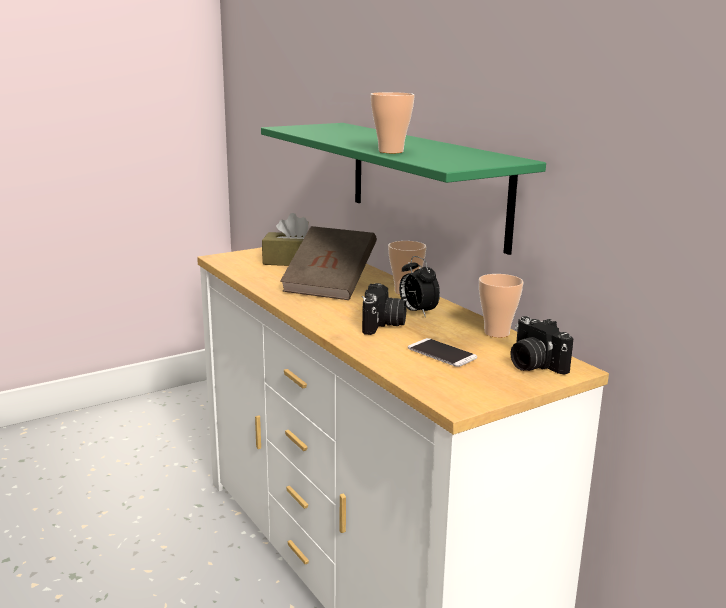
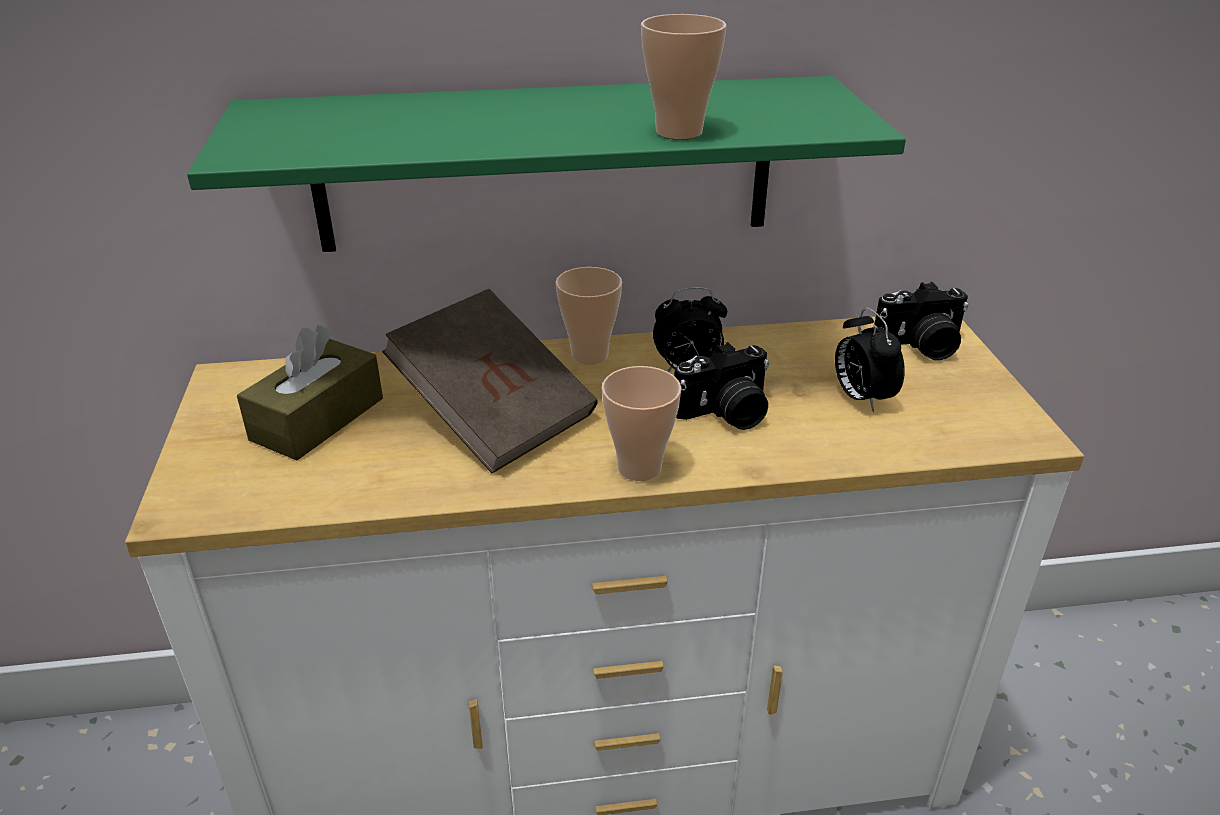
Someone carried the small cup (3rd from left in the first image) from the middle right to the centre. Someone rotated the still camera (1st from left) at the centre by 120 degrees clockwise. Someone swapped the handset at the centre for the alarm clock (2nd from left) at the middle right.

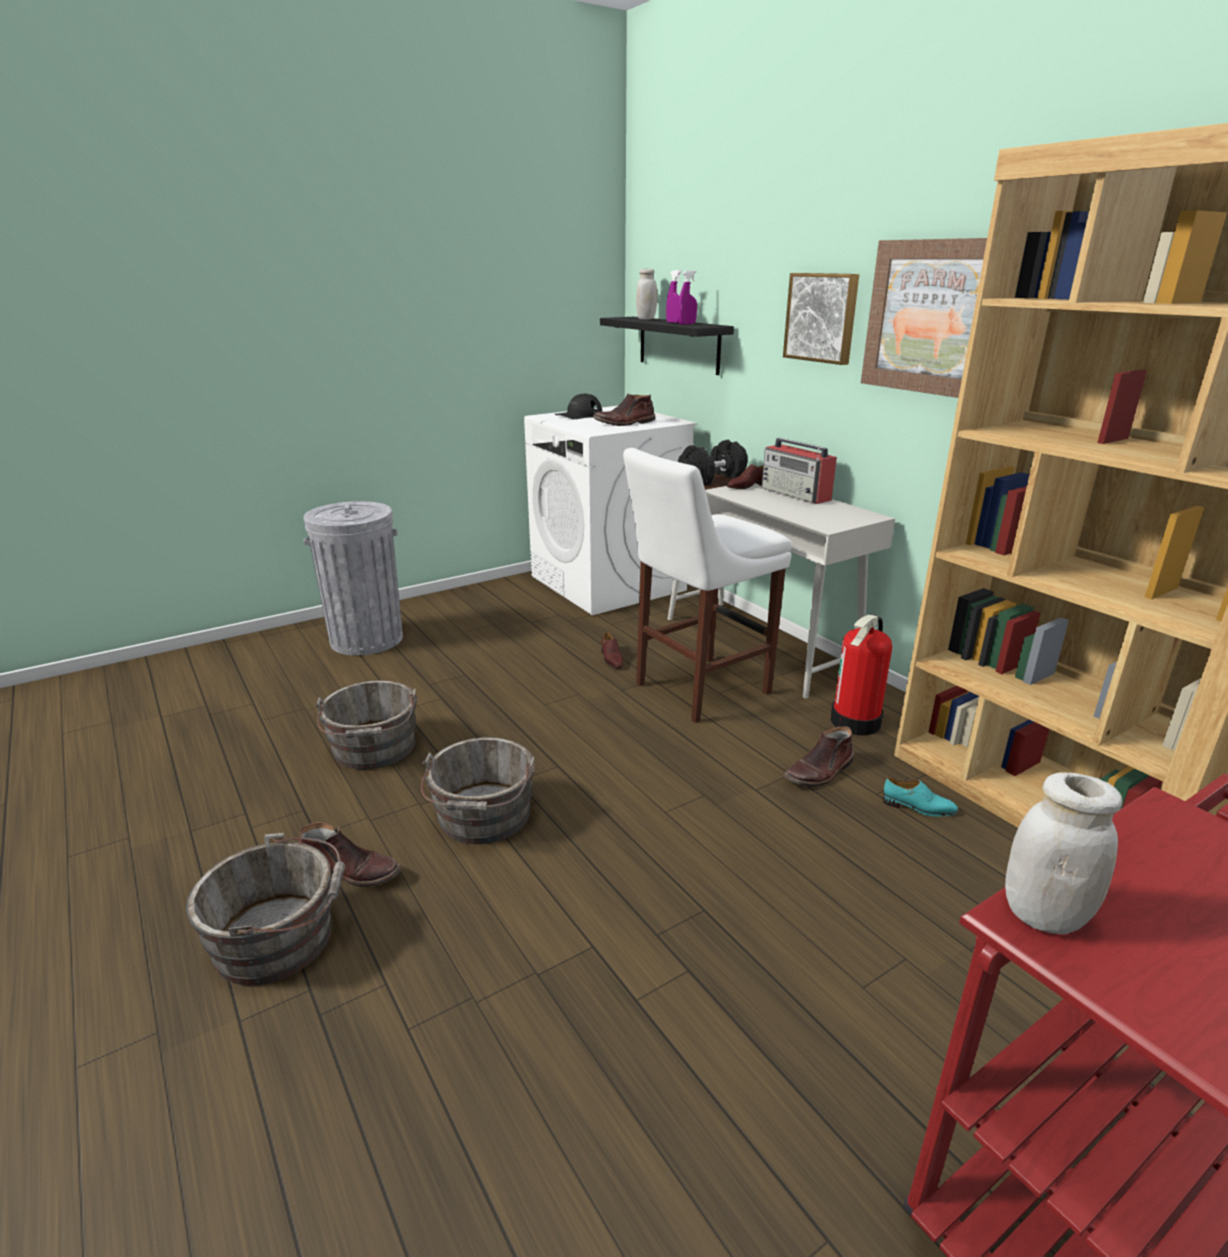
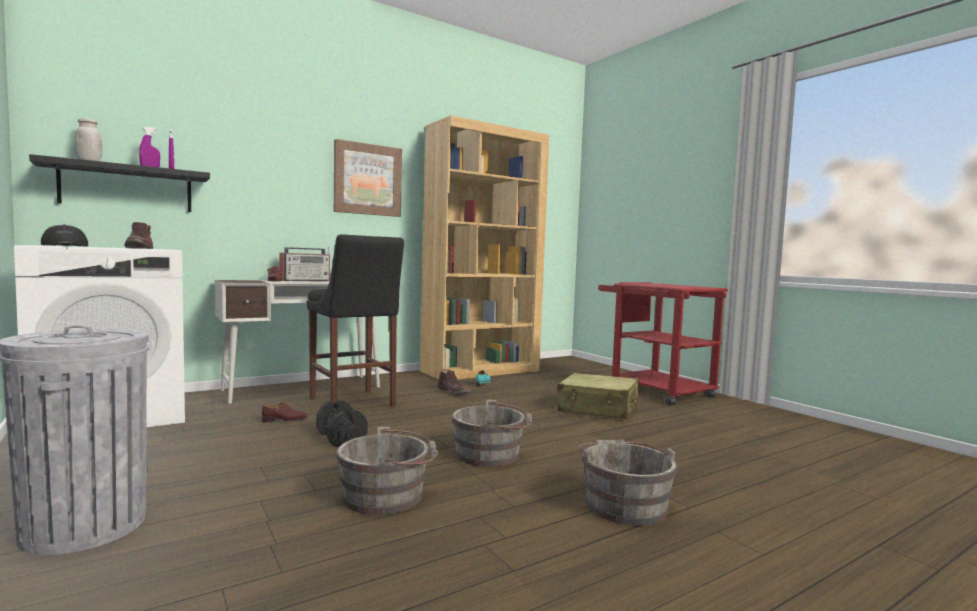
Someone took away the wall picture (1st from left) at the top right. Someone carried the dumbbell in black from the centre to the bottom centre. Someone repainted the stool in whitish at the centre, which became the stool in black at the centre. Someone took away the fire-fighting cylinder at the middle right. Someone took away the storage jar in whitish (2nd from left) at the bottom right. Someone took away the boot in brown-coloured (1st from left) at the bottom left. Someone put down the suitcase in sand-coloured at the centre.

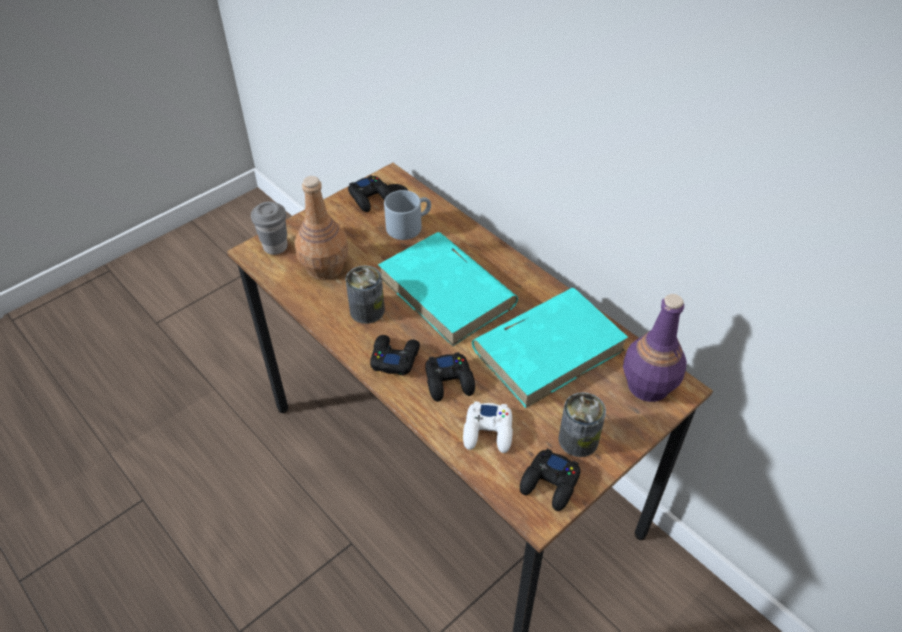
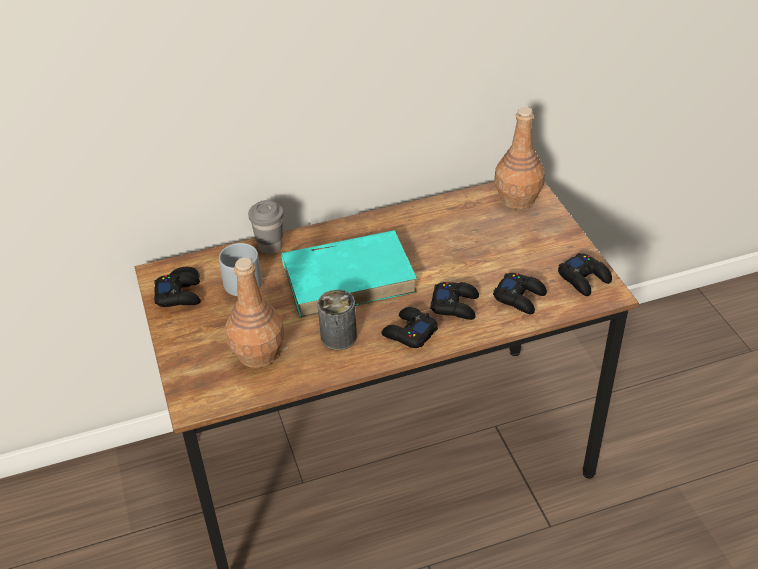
Someone carried the small cup in grey from the middle left to the centre. Someone took away the volume in turquoise-coloured (2nd from left) at the centre. Someone repainted the bottle in purplish at the middle right, which became the bottle in brown-coloured (2nd from left) at the top right. Someone took away the can (2nd from left) at the bottom centre. Someone repainted the joypad in whitish at the bottom centre, which became the joypad in black (4th from left) at the middle right.

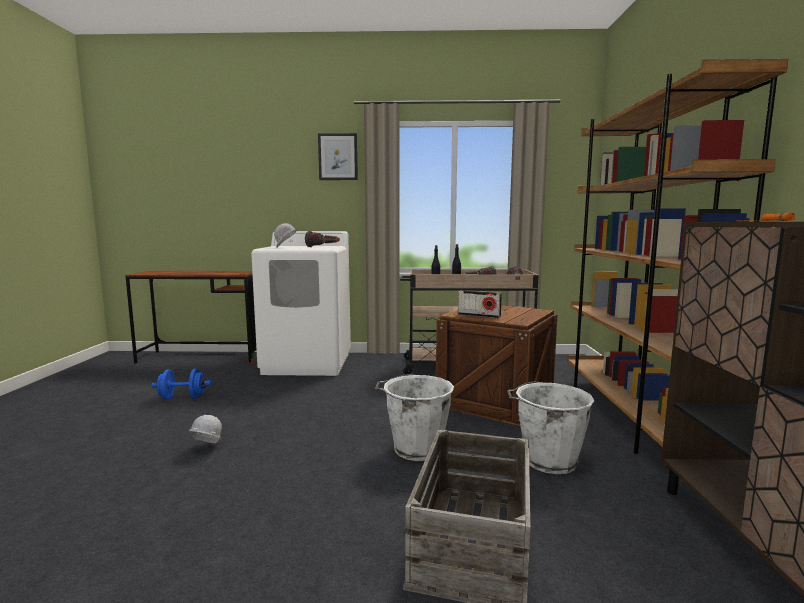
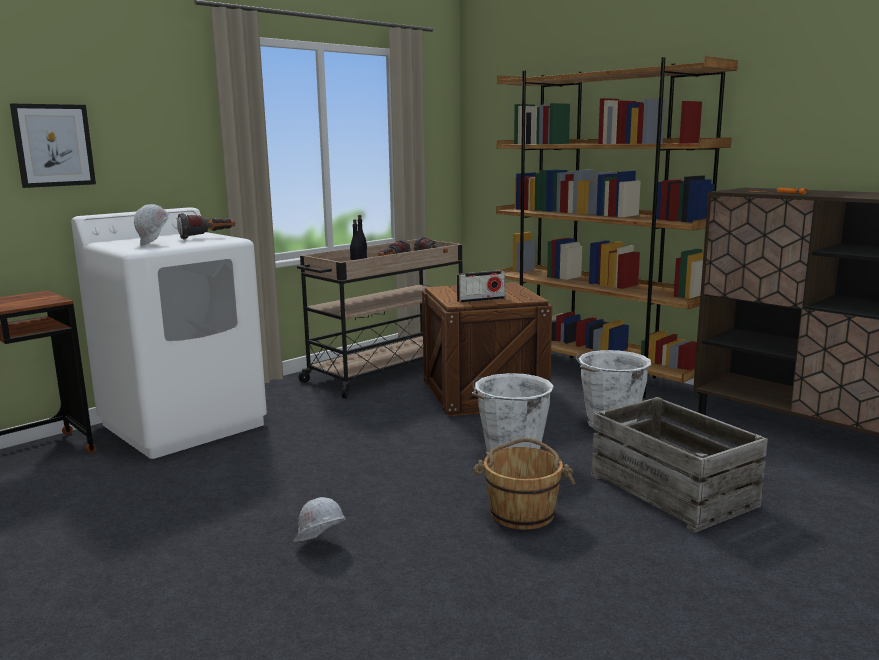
Someone carried the wall picture from the top centre to the top left. Someone took away the dumbbell in blue-coloured at the middle left. Someone put down the bucket in brown-coloured at the bottom centre.

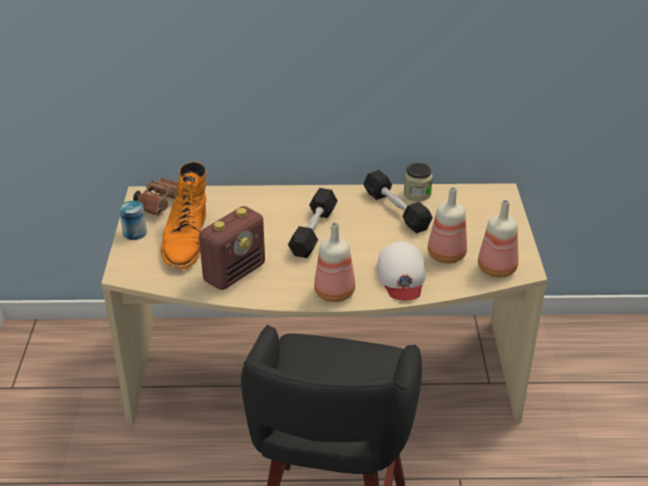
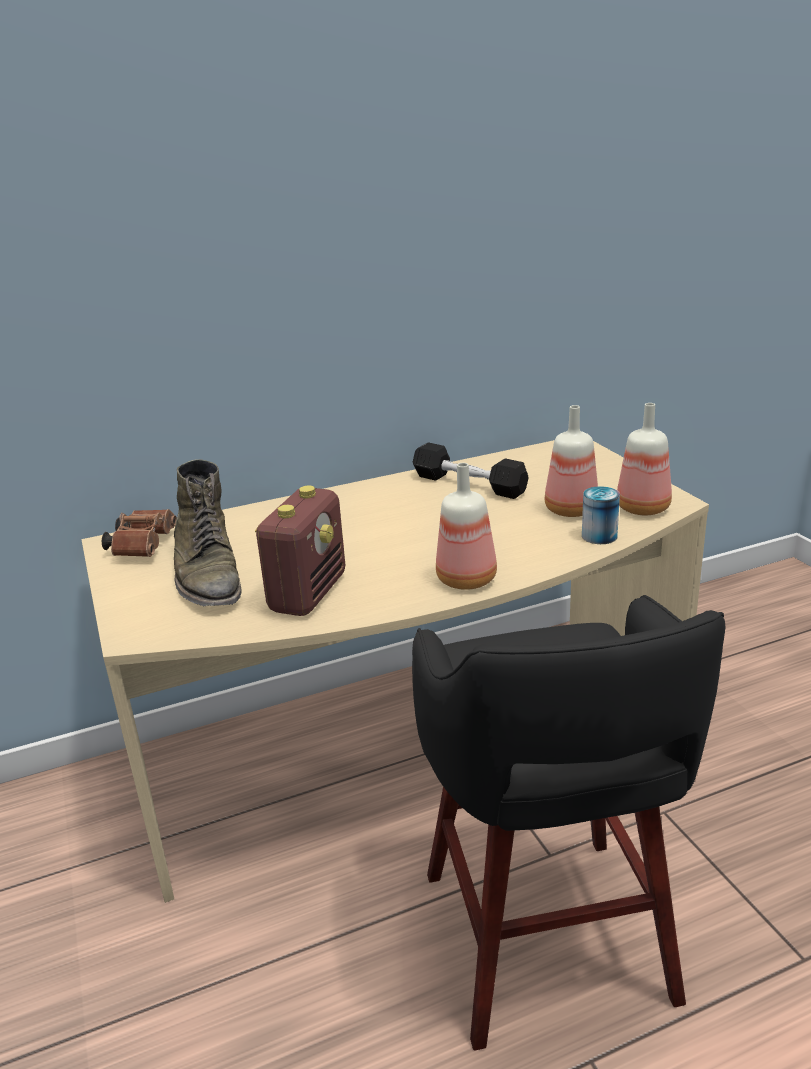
Someone repainted the boot in orangey at the middle left, which became the boot in green-coloured at the middle left. Someone took away the storage jar at the centre. Someone took away the dumbbell in black (1st from left) at the centre. Someone carried the can from the middle left to the middle right. Someone took away the cap in whitish at the centre.

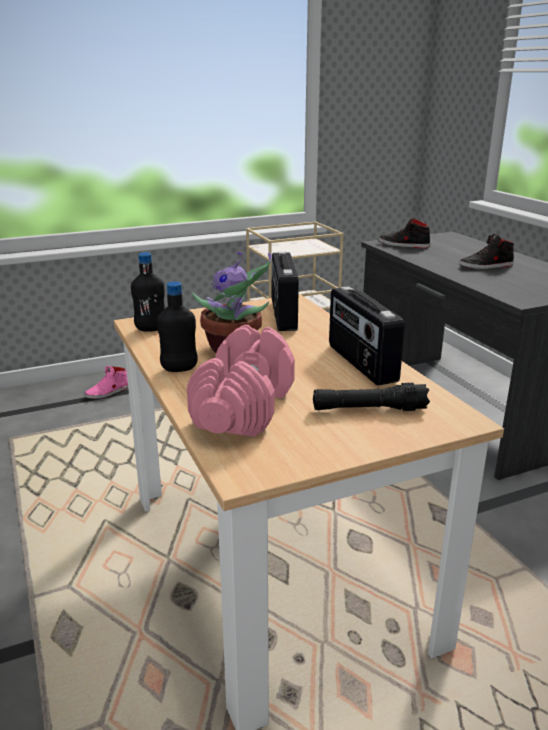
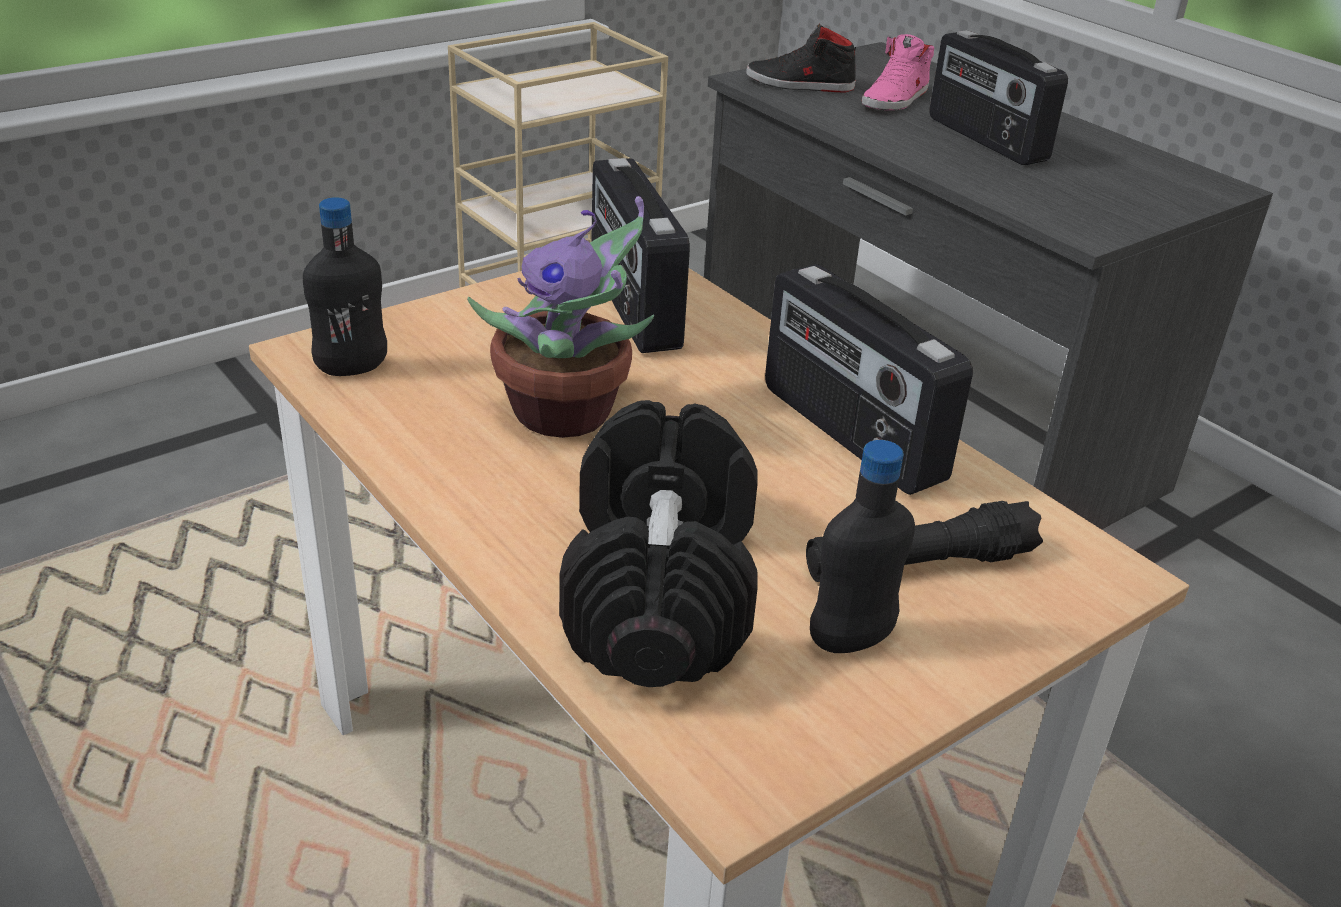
Someone swapped the item of footwear in black (2nd from left) at the middle right for the radio set (3rd from left) at the top right. Someone carried the bottle in black (2nd from left) from the middle left to the centre. Someone repainted the dumbbell in pink at the centre, which became the dumbbell in black at the centre. Someone carried the item of footwear in pink from the middle left to the top right.

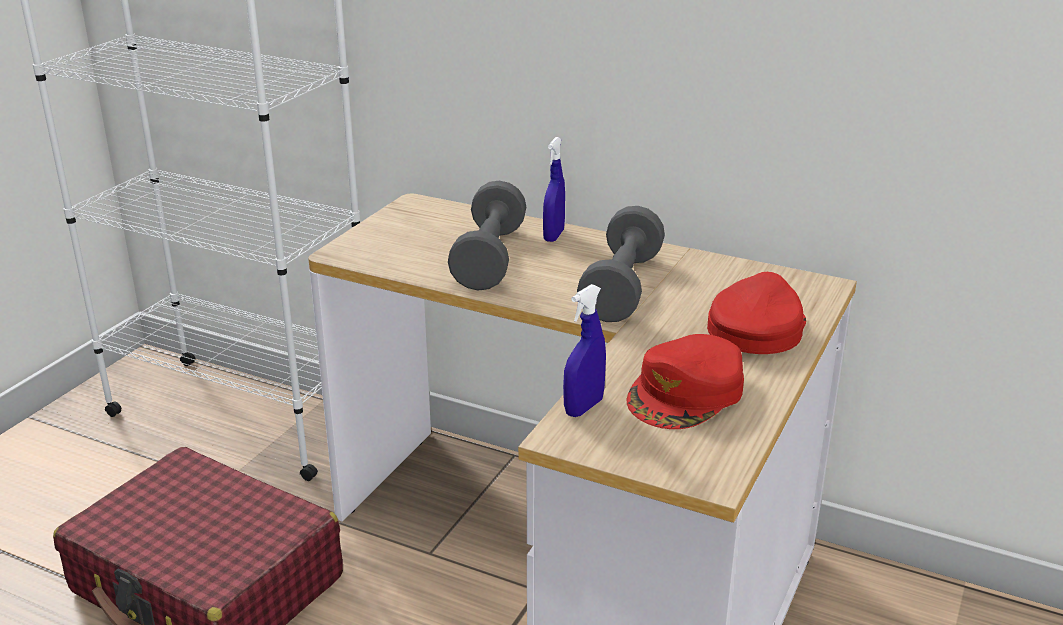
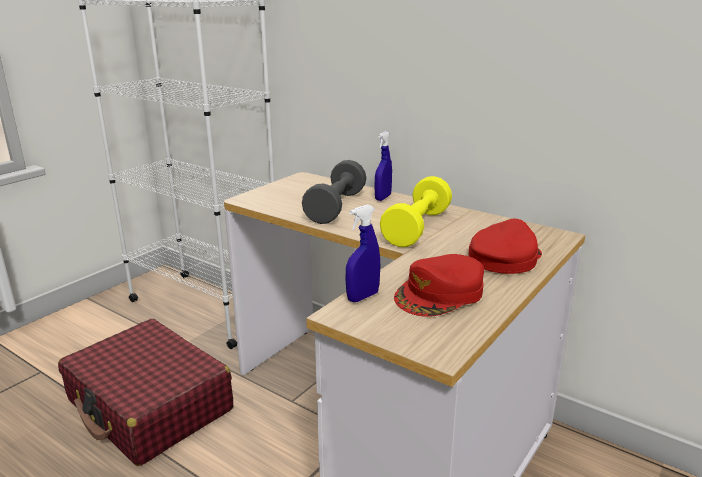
Someone repainted the dumbbell in grey (2nd from left) at the centre, which became the dumbbell in yellowish at the centre.

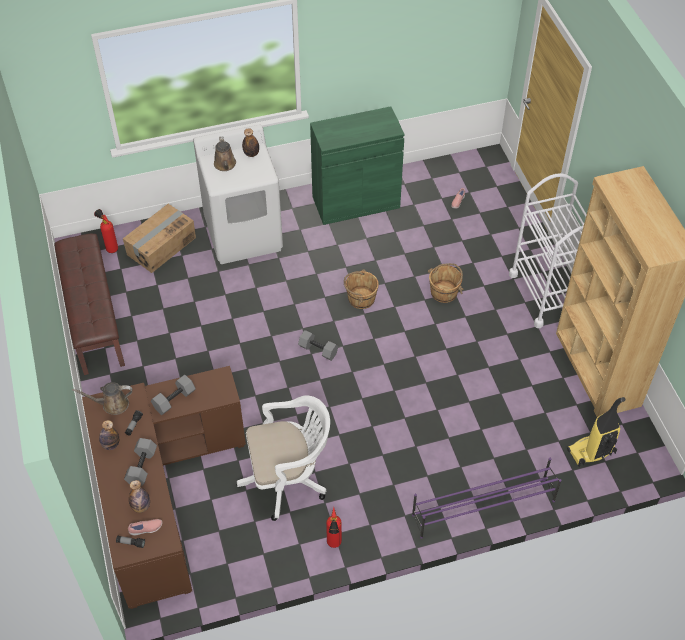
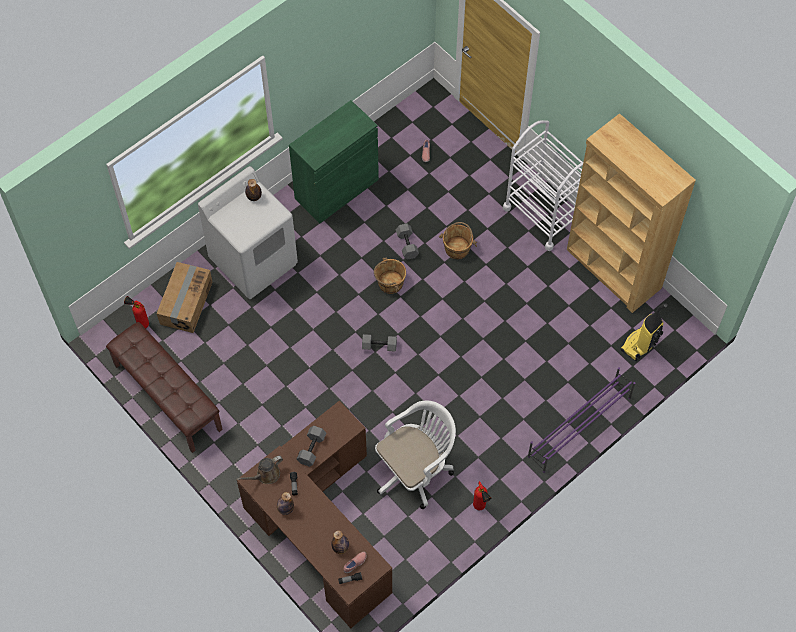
Someone took away the sprinkling can in brown-coloured (2nd from left) at the top left. Someone carried the dumbbell in grey (1st from left in the first image) from the bottom left to the centre.

